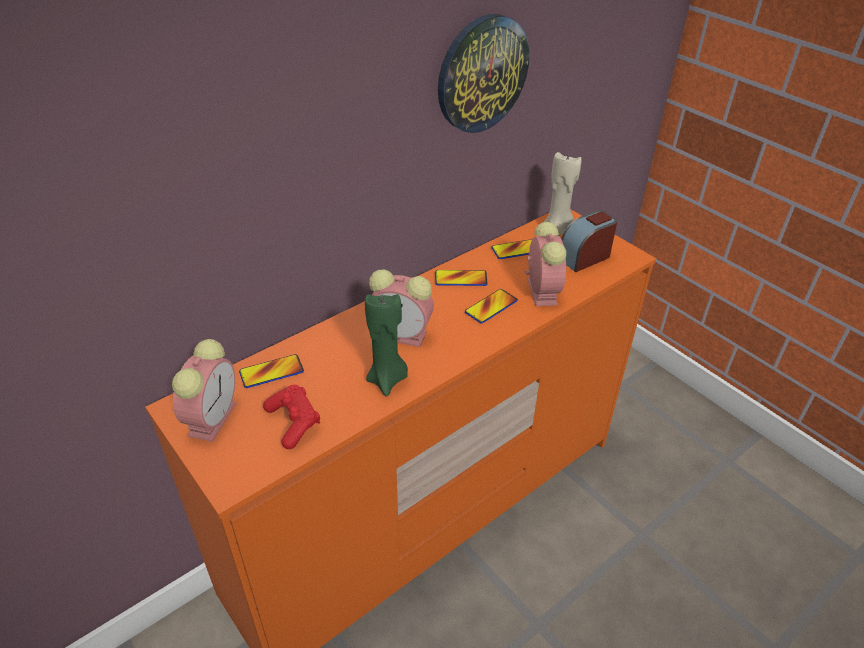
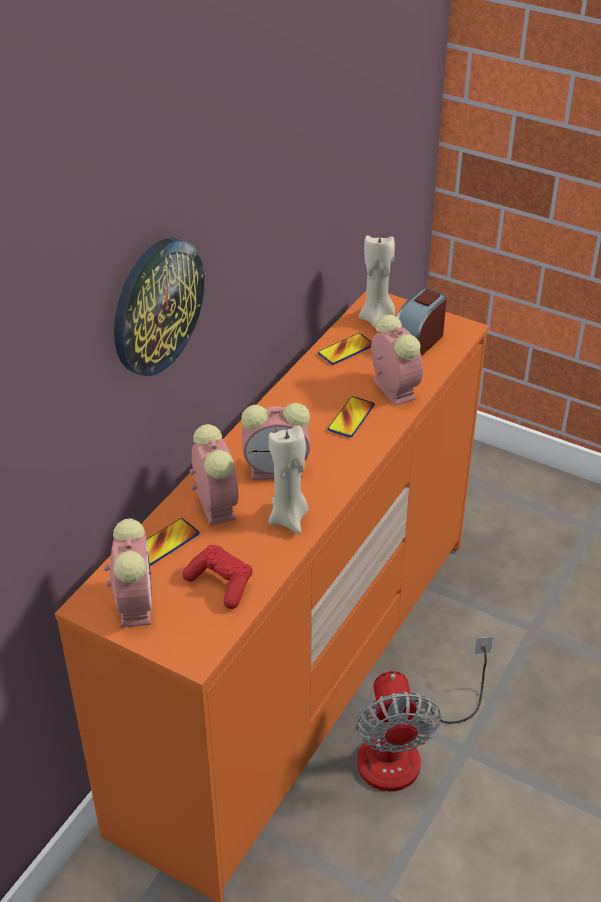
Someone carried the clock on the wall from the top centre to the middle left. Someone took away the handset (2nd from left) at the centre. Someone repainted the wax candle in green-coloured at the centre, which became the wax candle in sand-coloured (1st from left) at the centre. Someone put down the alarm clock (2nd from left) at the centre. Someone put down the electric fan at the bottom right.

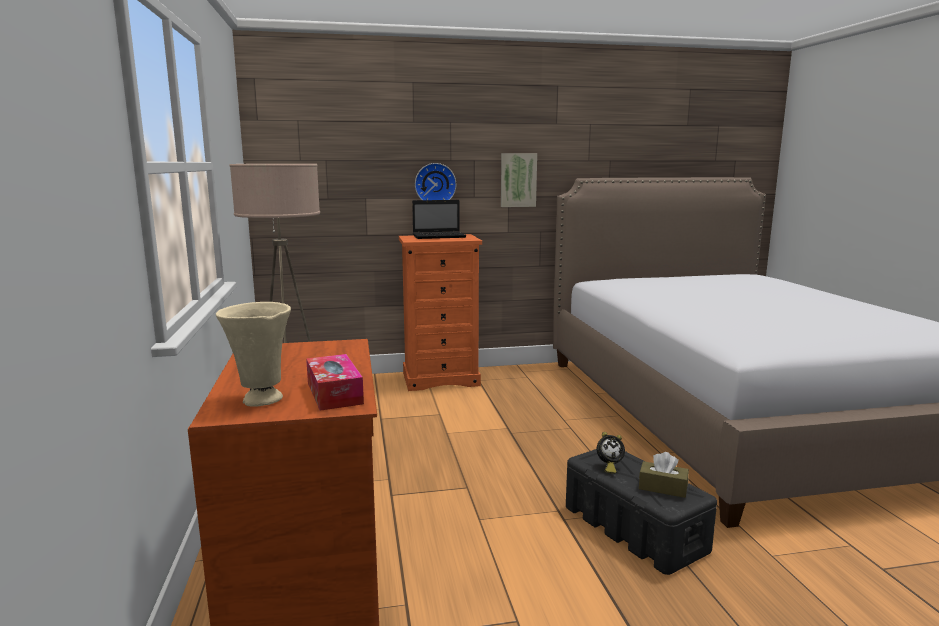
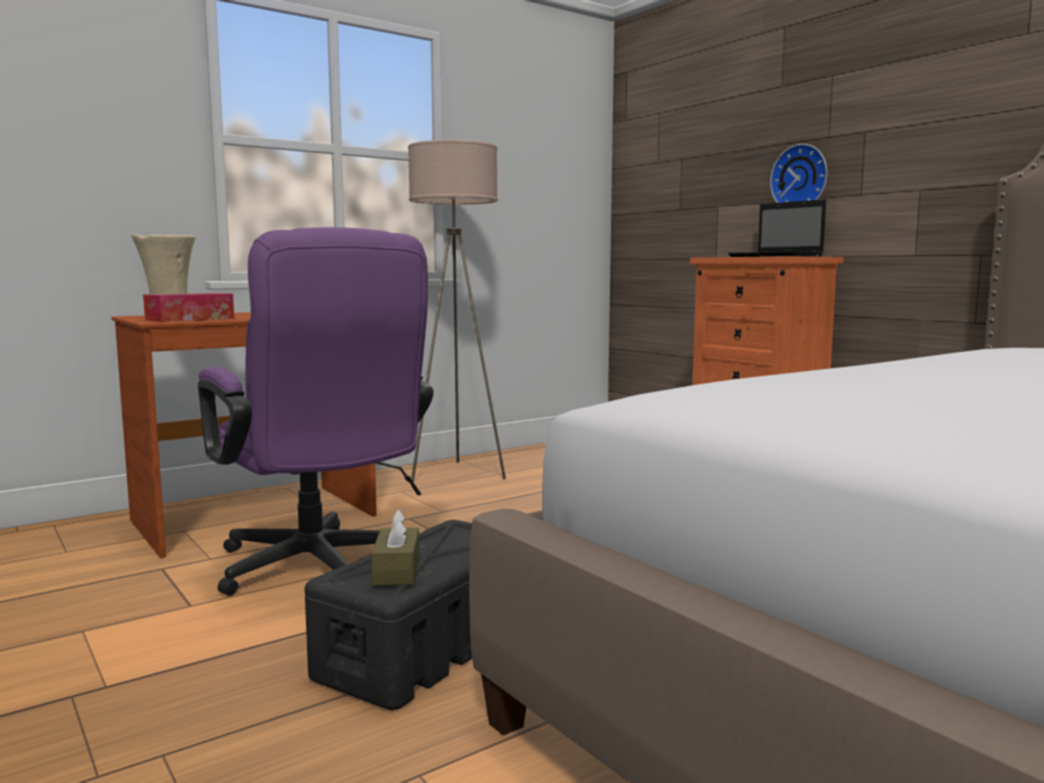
Someone took away the wall picture at the top centre. Someone took away the alarm clock at the bottom centre. Someone put down the office chair in purplish at the middle left.

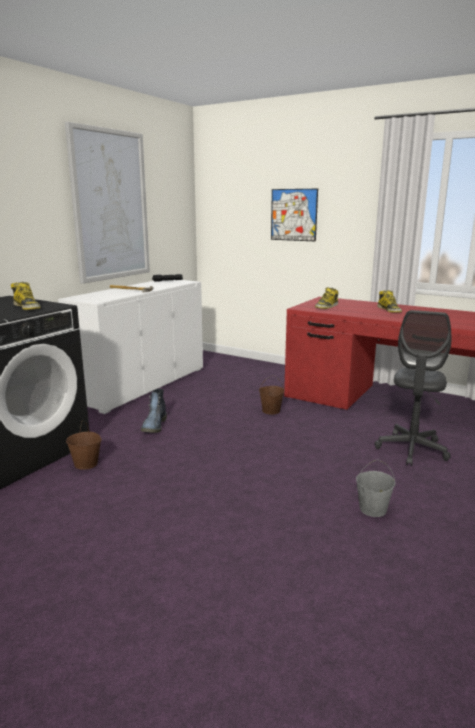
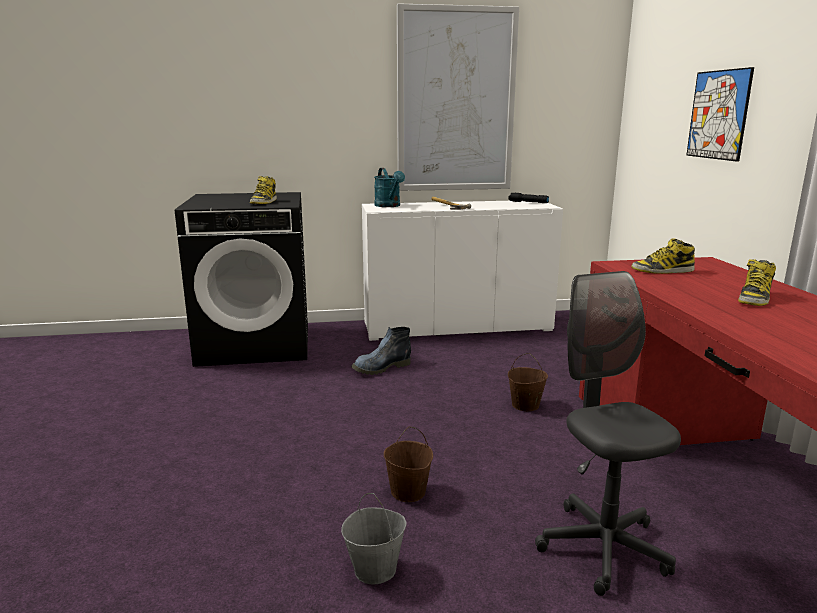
Someone rotated the office chair in grey at the middle right by 90 degrees clockwise. Someone carried the bucket in brown-coloured (1st from left) from the middle left to the bottom centre. Someone put down the sprinkling can in turquoise-coloured at the top centre.

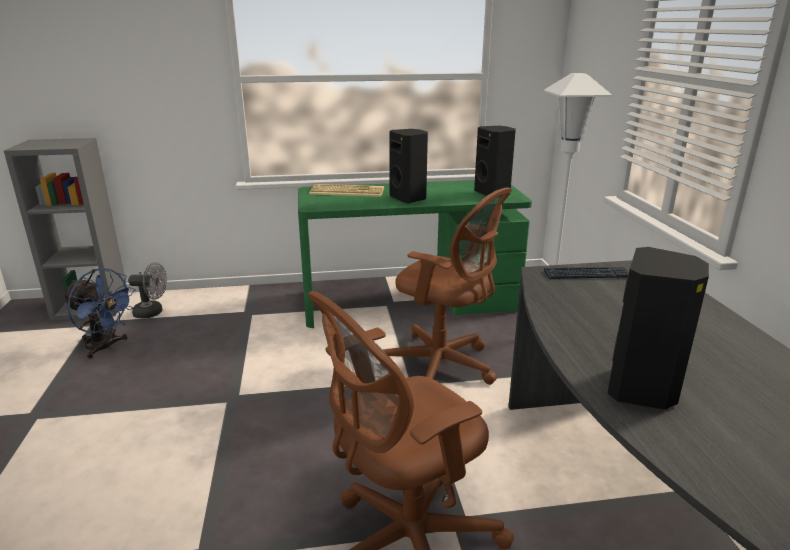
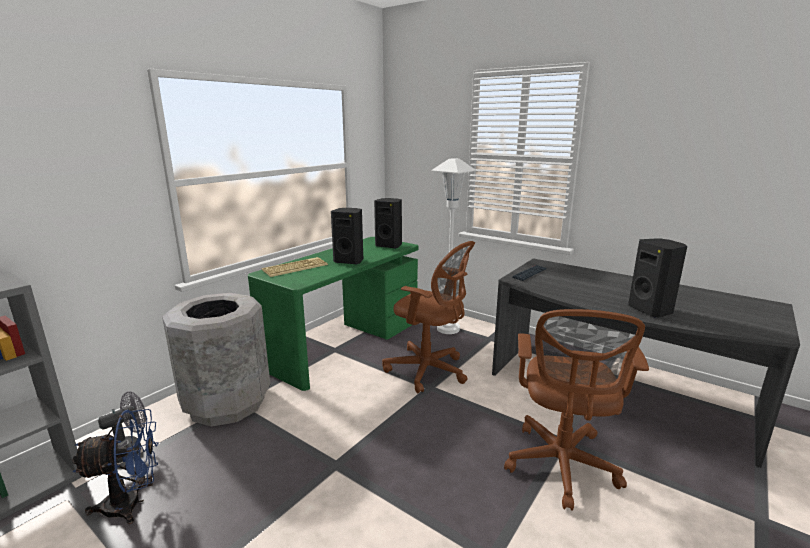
Someone rotated the office chair in brown-coloured (2nd from left in the first image) at the centre by 45 degrees clockwise. Someone put down the trash can in grey at the middle left.

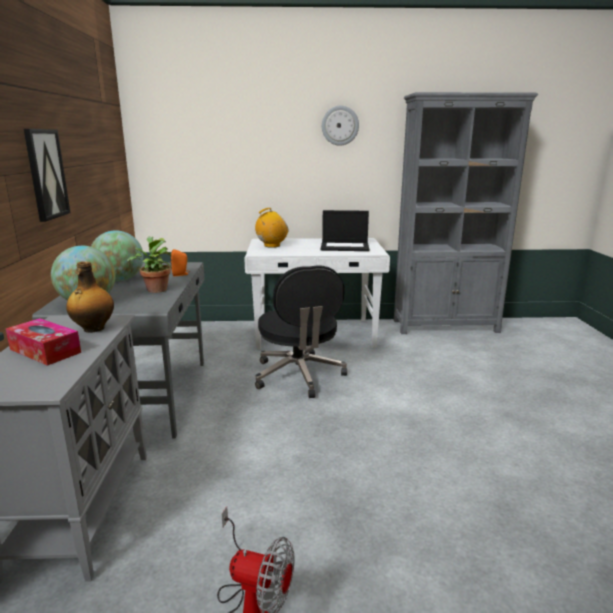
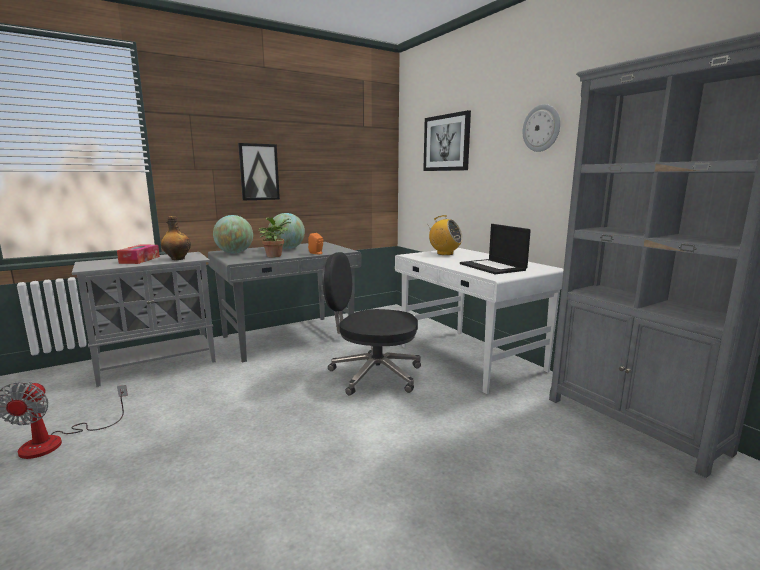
Someone rotated the office chair in black at the centre by 60 degrees clockwise. Someone put up the wall picture (2nd from left) at the top centre.

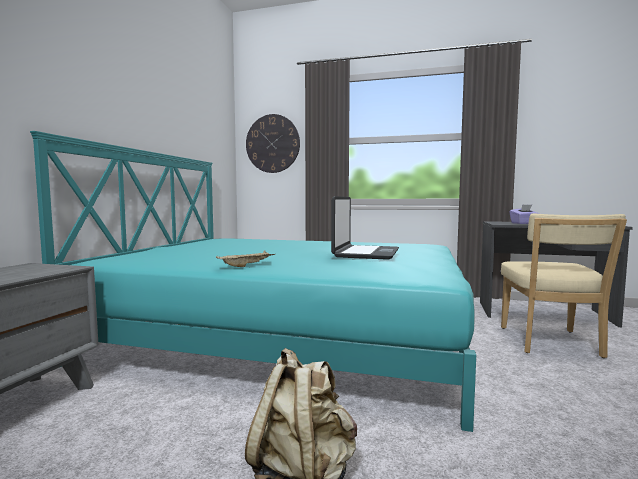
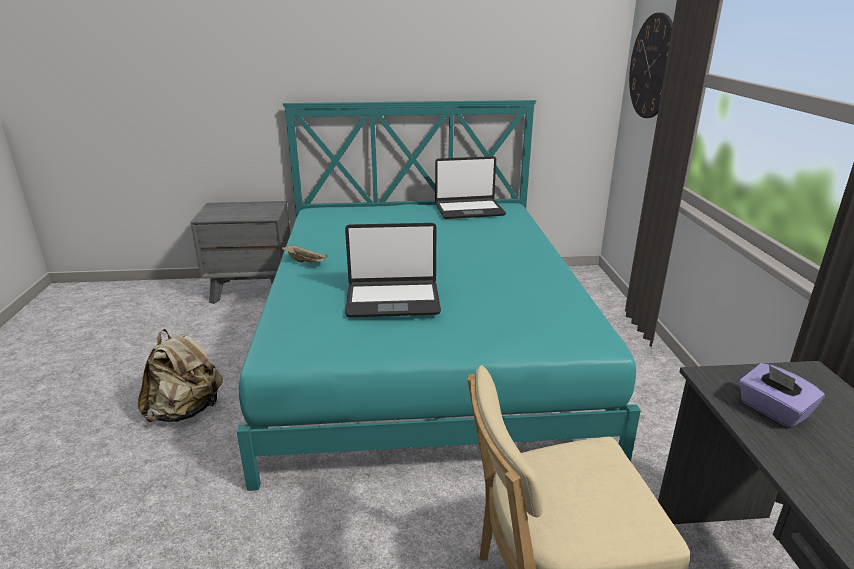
Someone put down the notebook computer (2nd from left) at the top centre.

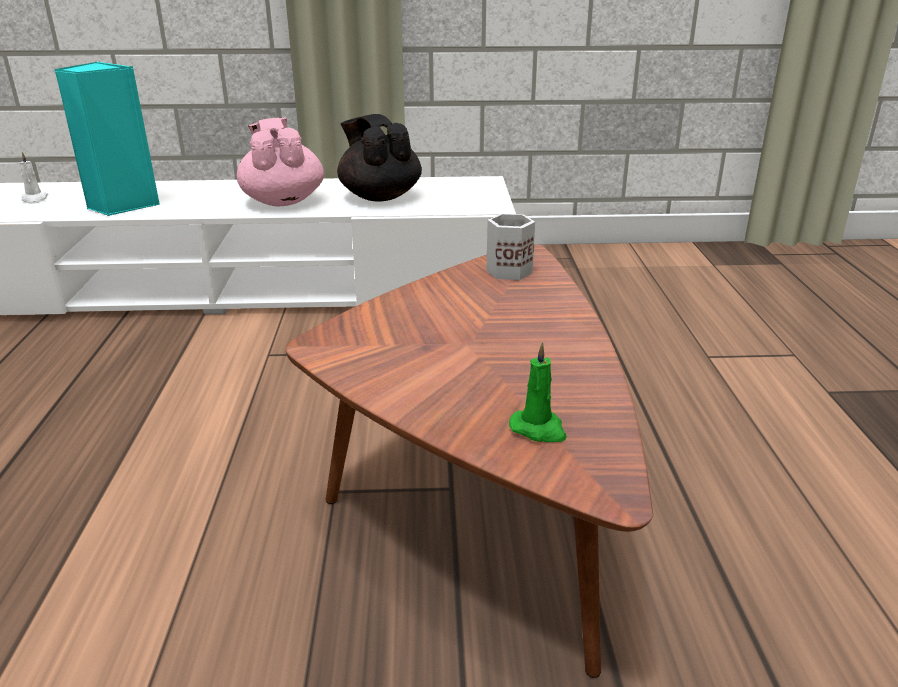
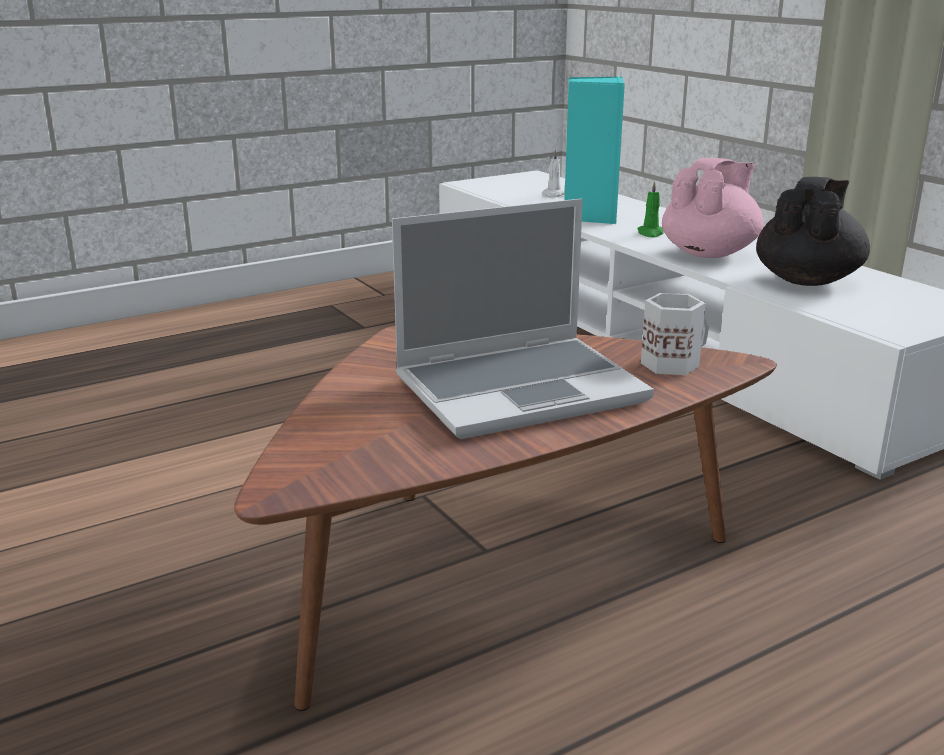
Someone carried the wax candle in green-coloured from the centre to the top right. Someone put down the notebook computer at the centre.

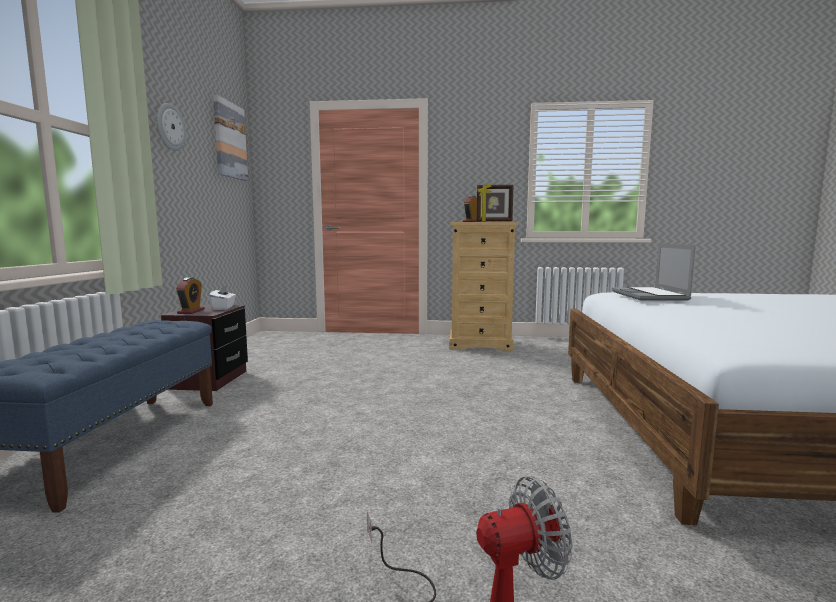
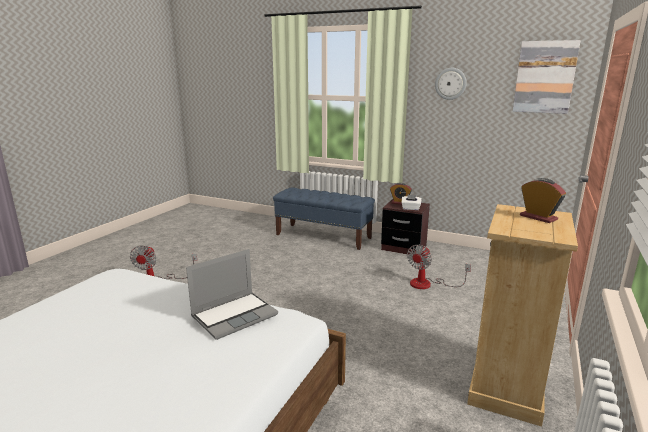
Someone took away the photo frame at the centre. Someone rotated the notebook computer at the middle right by 120 degrees clockwise. Someone put down the electric fan (2nd from left) at the middle right.

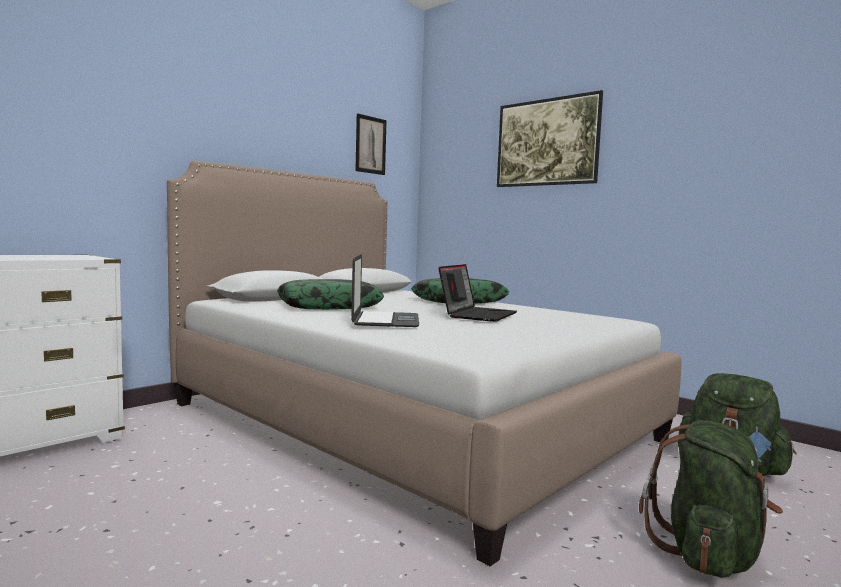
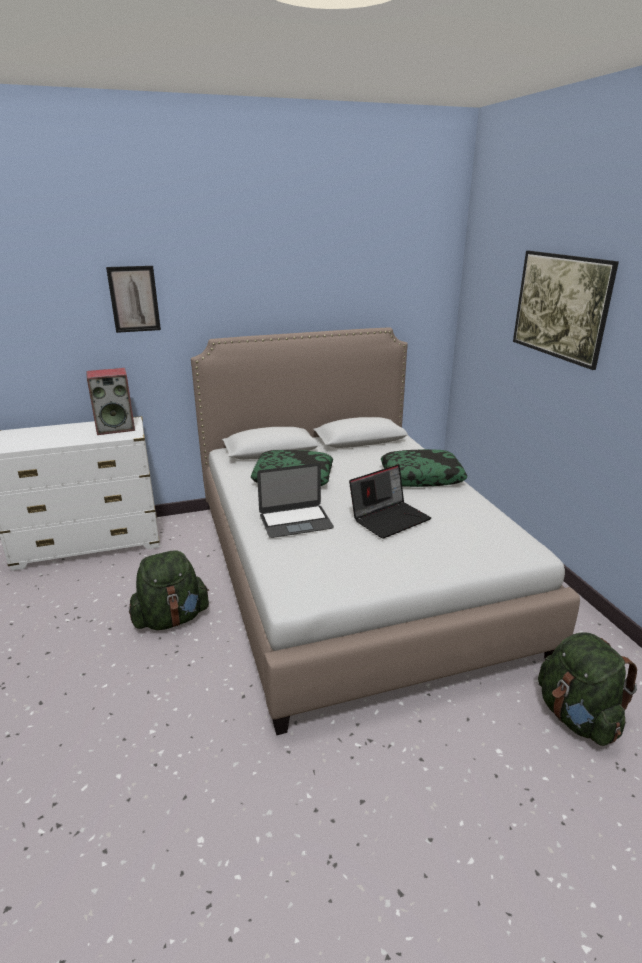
Someone carried the wall picture (1st from left) from the top centre to the top left. Someone rotated the notebook computer (1st from left) at the centre by 45 degrees clockwise. Someone carried the backpack in green-coloured (1st from left) from the bottom right to the middle left. Someone put down the audio speaker at the middle left.

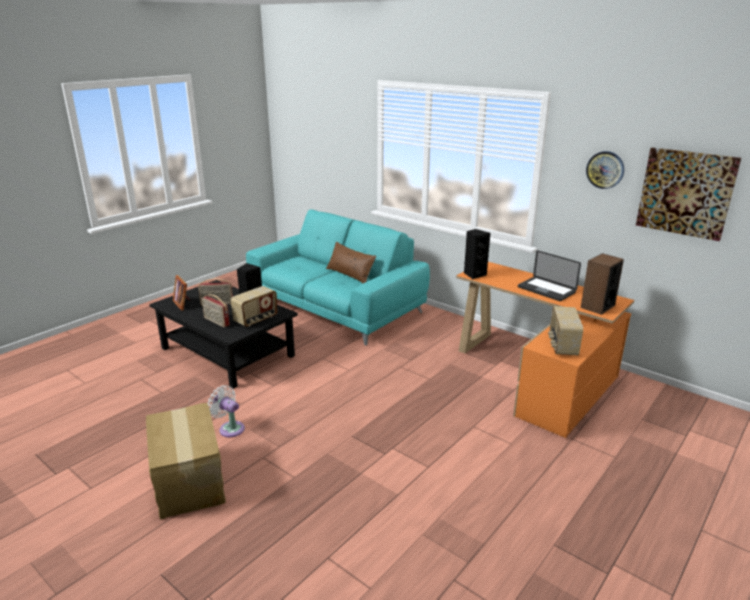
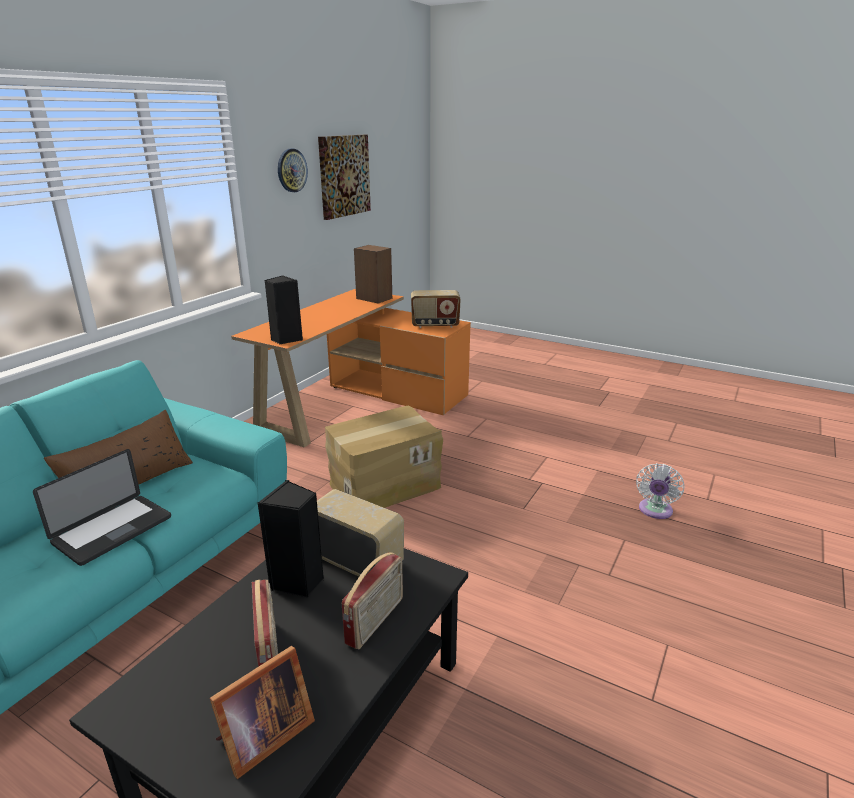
Someone carried the notebook computer from the middle right to the middle left. Someone carried the electric fan in whitish from the bottom left to the middle right. Someone carried the carton from the bottom left to the centre.

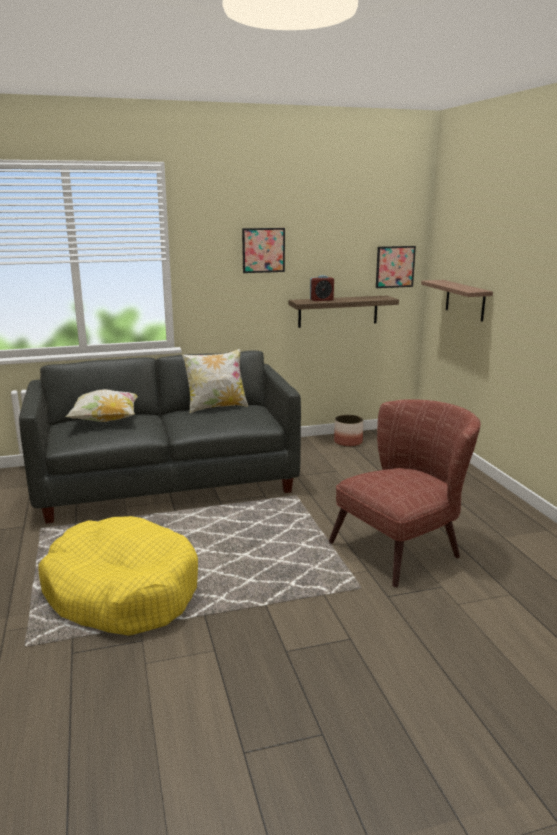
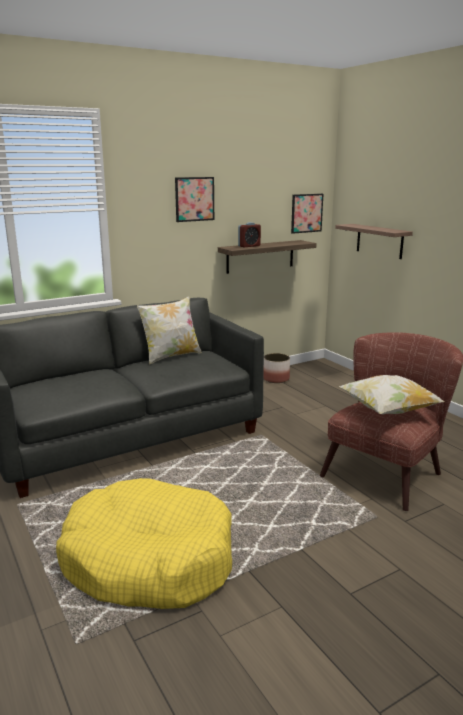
Someone carried the throw pillow (1st from left in the first image) from the middle left to the middle right.

